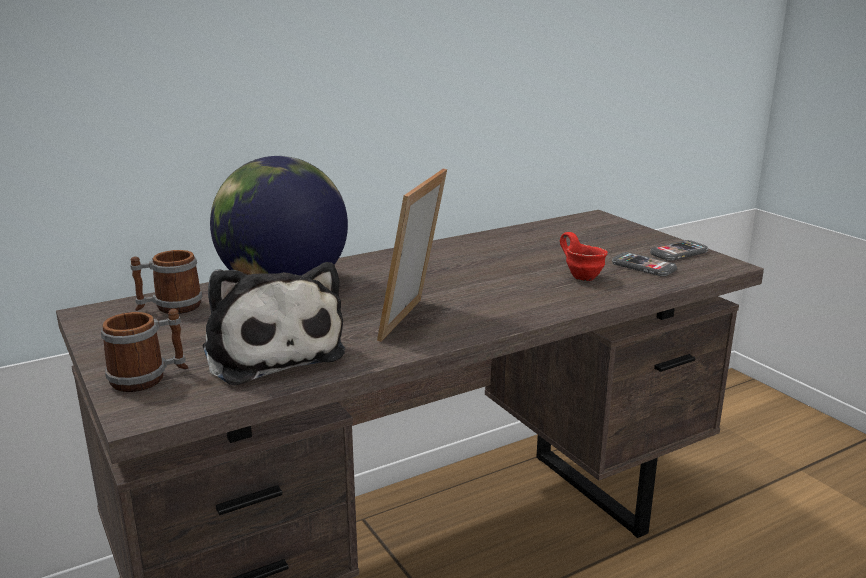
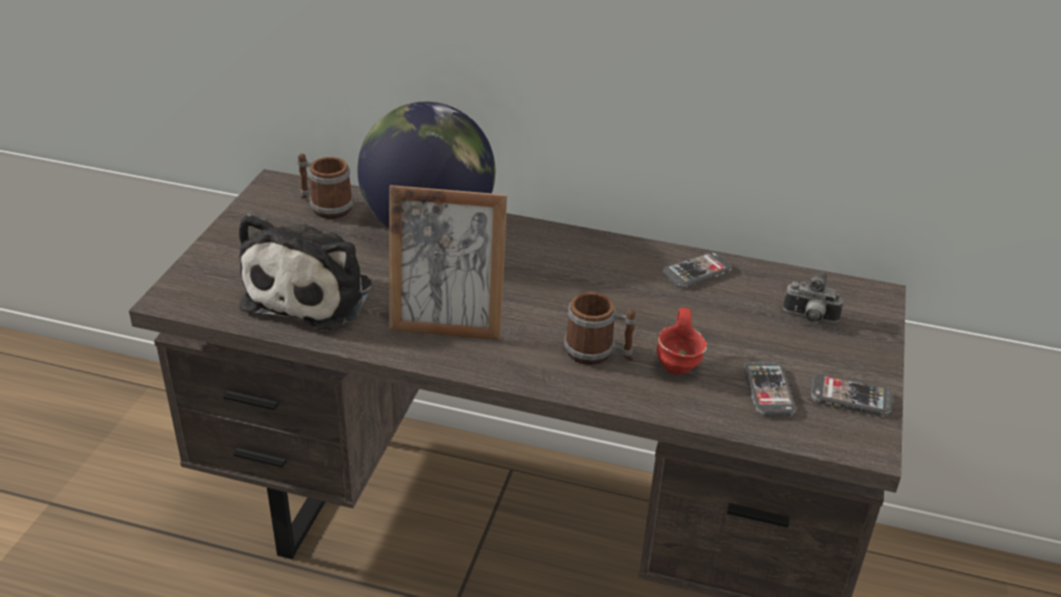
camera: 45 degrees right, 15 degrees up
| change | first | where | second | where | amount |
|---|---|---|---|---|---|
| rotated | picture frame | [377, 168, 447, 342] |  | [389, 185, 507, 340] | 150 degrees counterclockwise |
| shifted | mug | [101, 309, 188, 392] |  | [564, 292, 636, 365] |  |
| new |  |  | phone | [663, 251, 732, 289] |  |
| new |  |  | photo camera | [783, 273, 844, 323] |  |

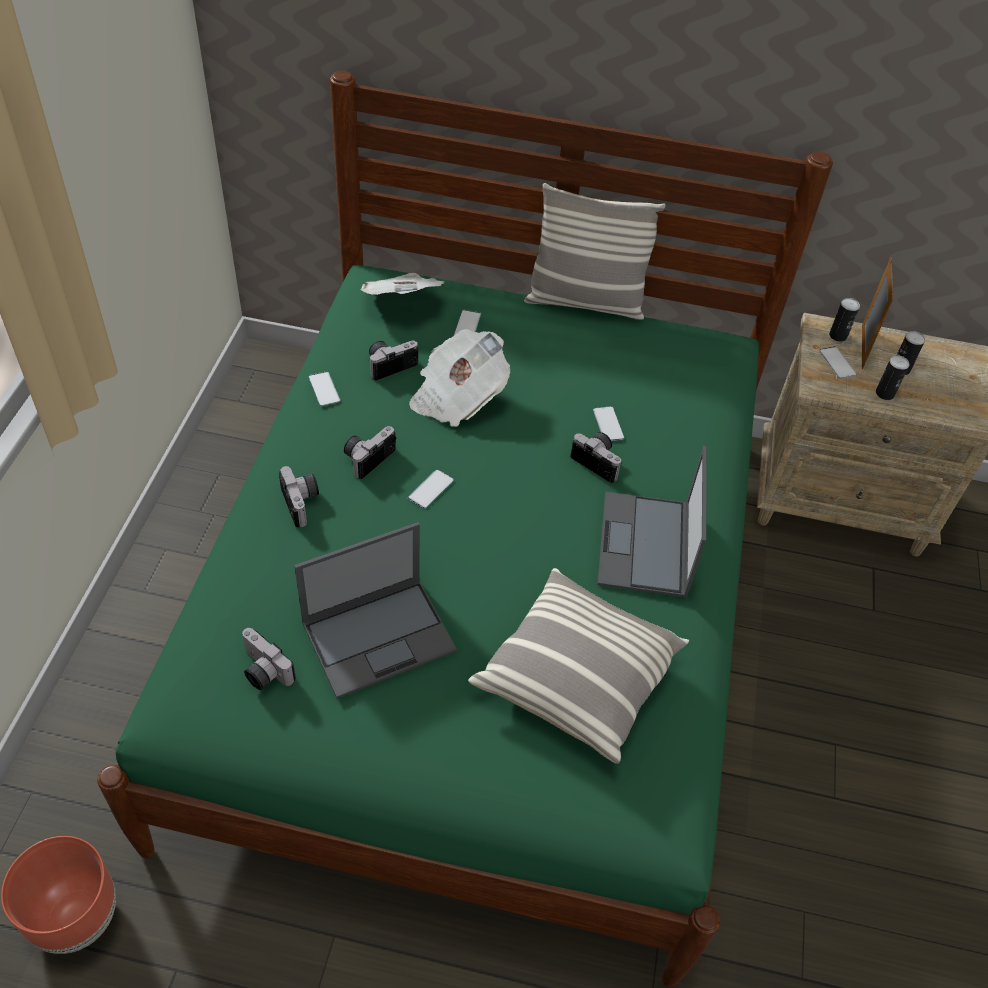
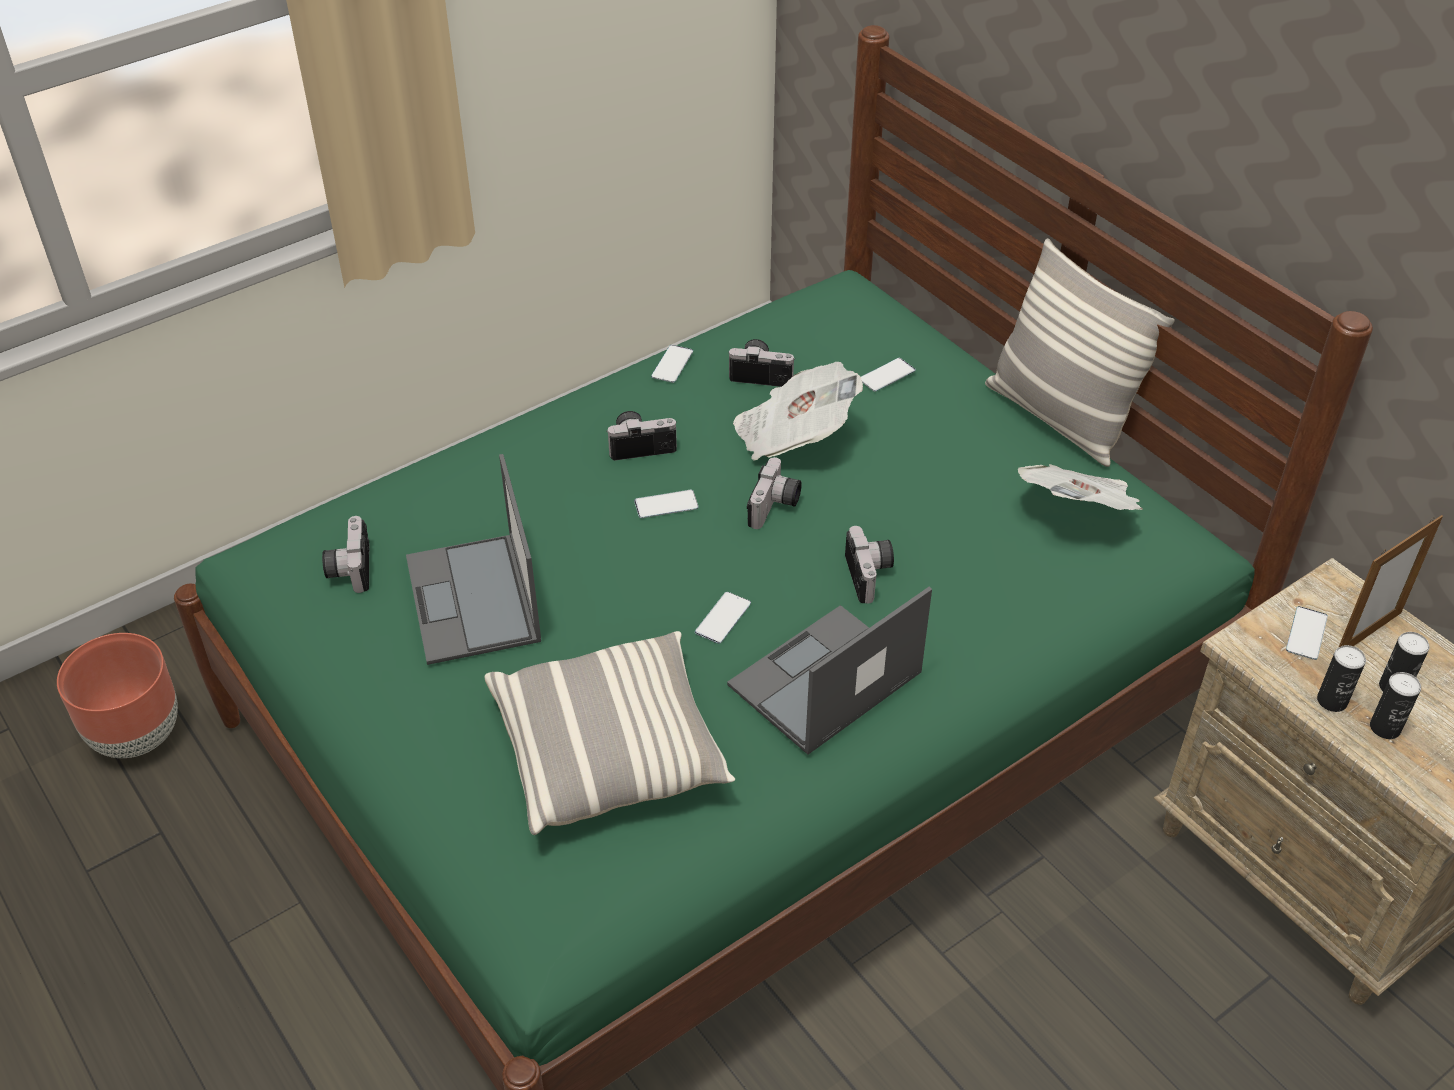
camera: 45 degrees right, 5 degrees down
| change | first | where | second | where | amount |
|---|---|---|---|---|---|
| shifted | newspaper | [361, 273, 445, 295] |  | [1018, 464, 1143, 510] |  |
| shifted | can | [829, 298, 860, 342] |  | [1370, 672, 1421, 739] |  |
| shifted | phone | [593, 406, 625, 441] |  | [695, 592, 751, 644] |  |
| shifted | photo camera | [279, 466, 319, 527] |  | [747, 457, 802, 529] |  |
| rotated | laptop | [294, 522, 457, 698] |  | [406, 454, 541, 665] | 60 degrees clockwise |

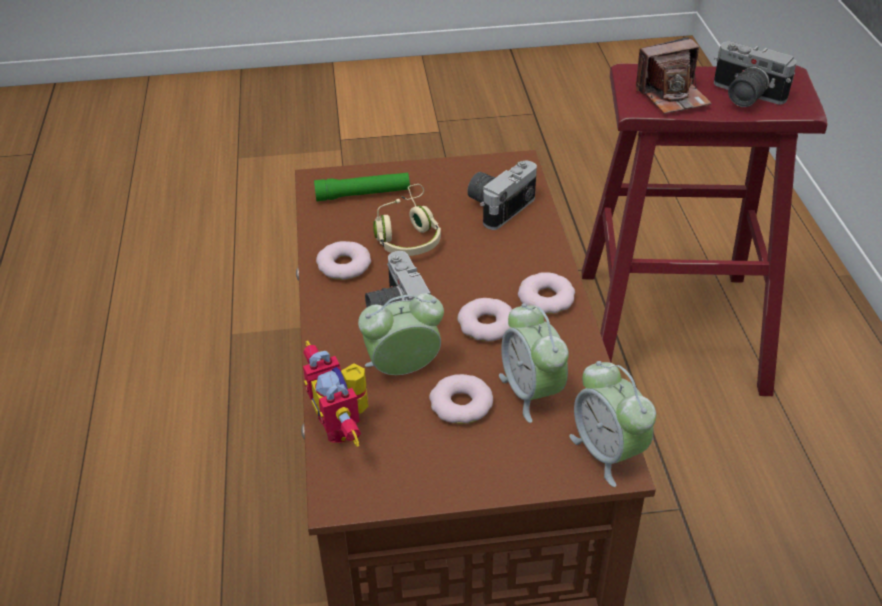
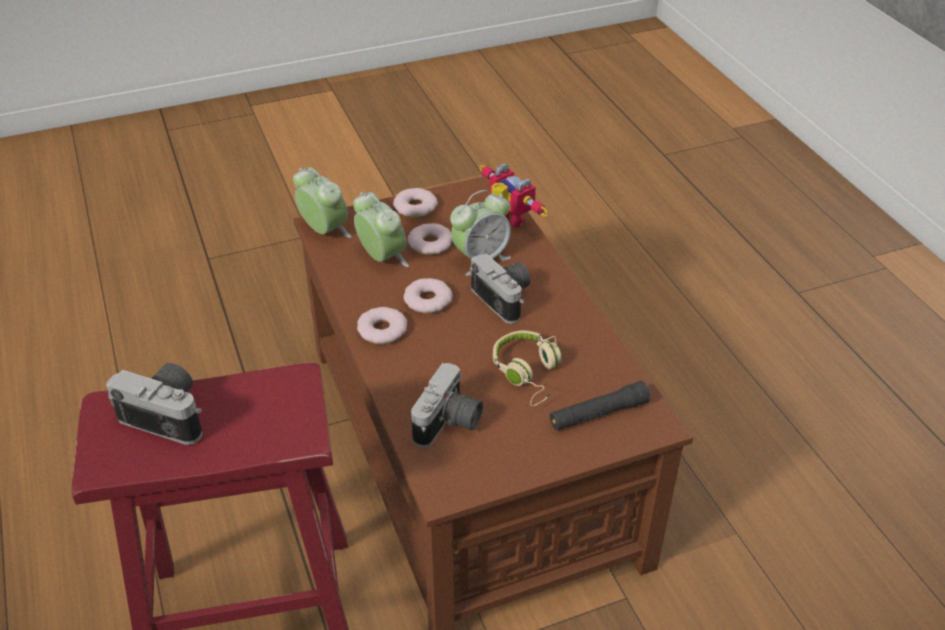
camera: 165 degrees right, 0 degrees up
| change | first | where | second | where | amount |
|---|---|---|---|---|---|
| gone | photo camera | [636, 37, 712, 114] |  |  |  |
| repainted | flashlight in green | [314, 173, 410, 201] | flashlight in black | [550, 381, 651, 431] |  |
| shifted | donut | [316, 241, 371, 280] |  | [393, 188, 438, 217] |  |

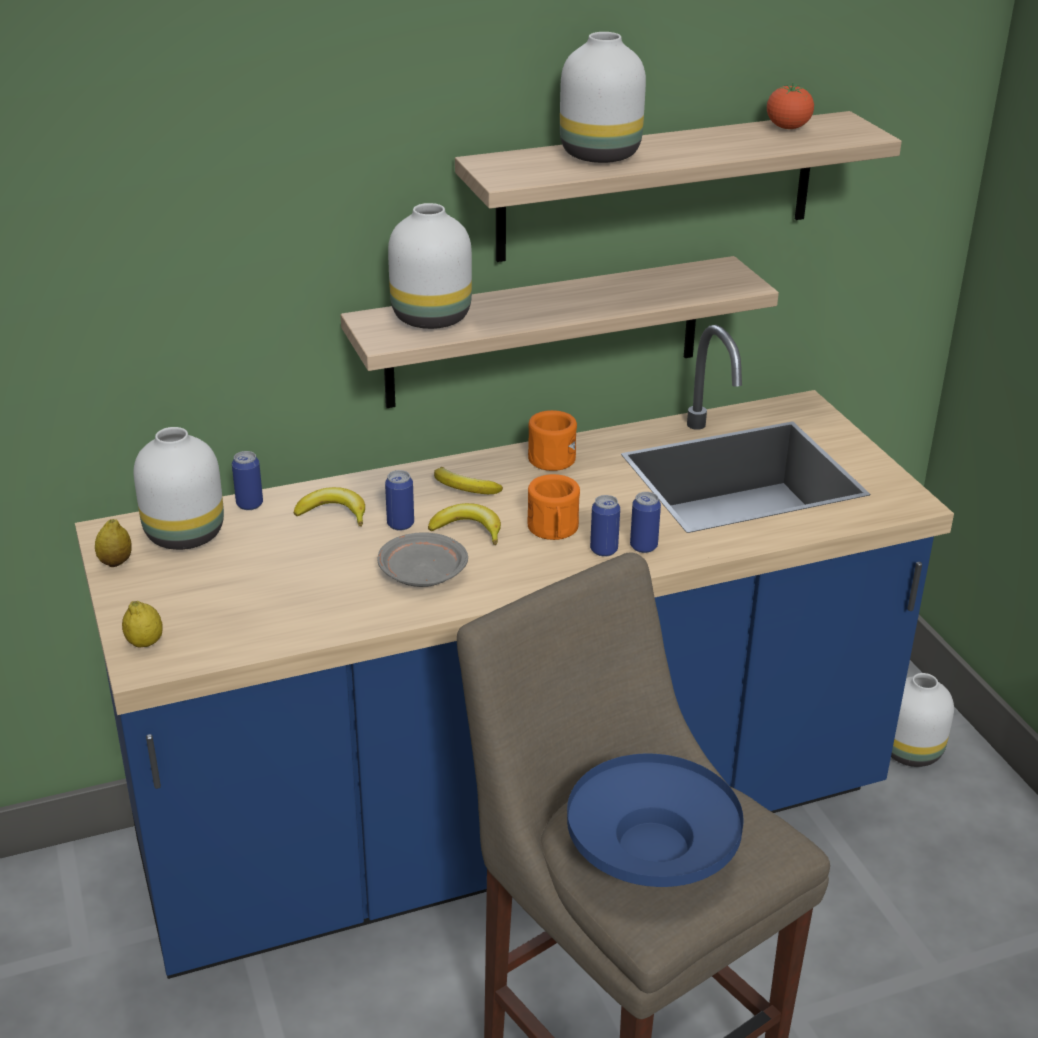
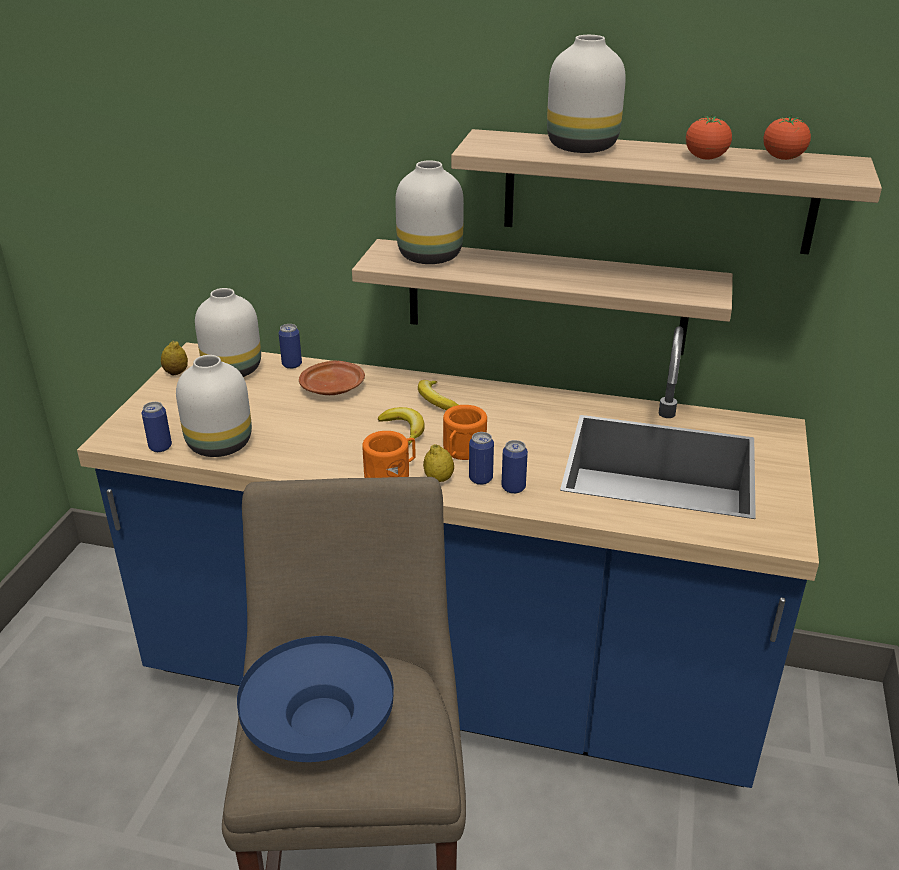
camera: 35 degrees right, 0 degrees up
| change | first | where | second | where | amount |
|---|---|---|---|---|---|
| shifted | mug in orange | [528, 410, 577, 471] |  | [362, 431, 416, 478] |  |
| shifted | can | [385, 470, 414, 531] |  | [142, 402, 172, 452] |  |
| swapped | banana | [294, 487, 365, 527] | plate in brown | [299, 360, 365, 395] |  |
| gone | plate in grey | [377, 533, 468, 587] |  |  |  |
| shifted | lemon | [122, 601, 163, 647] |  | [423, 444, 454, 482] |  |
| shifted | vase in white | [891, 673, 954, 767] |  | [176, 355, 252, 457] |  |
| new |  |  | tomato | [686, 114, 732, 160] |  |

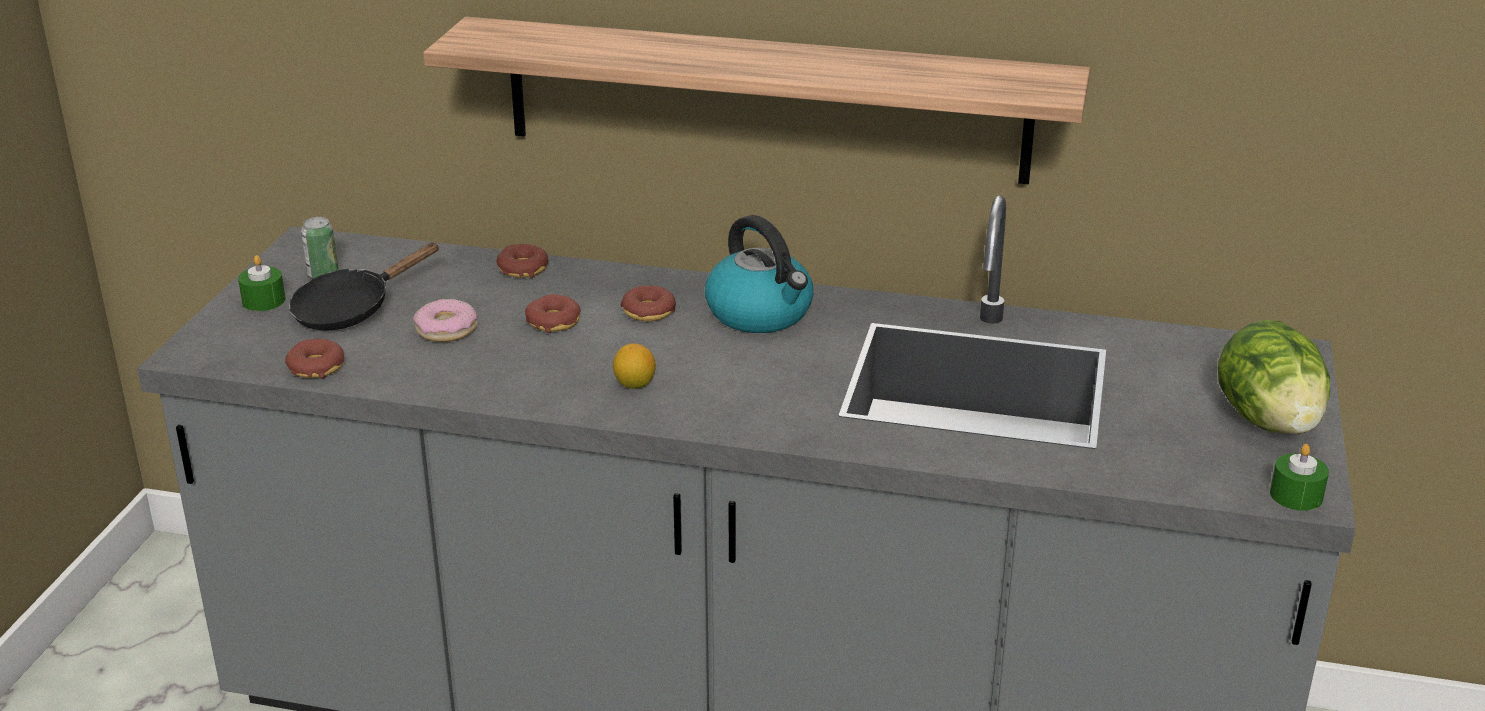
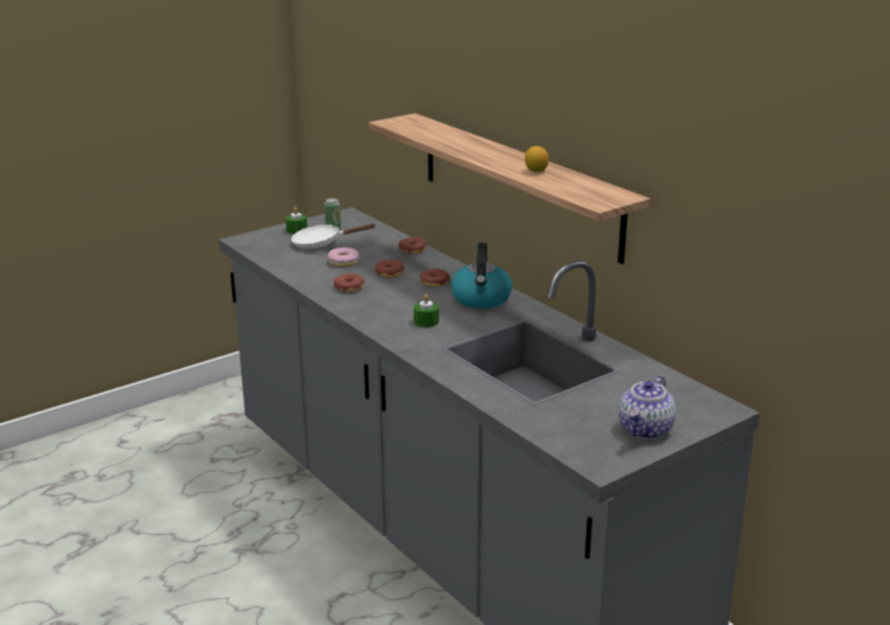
camera: 40 degrees right, 5 degrees down
| change | first | where | second | where | amount |
|---|---|---|---|---|---|
| repainted | frying pan in black | [289, 242, 440, 330] | frying pan in white | [291, 223, 376, 249] |  |
| swapped | lettuce | [1218, 320, 1330, 434] | teapot | [619, 375, 676, 439] |  |
| shifted | donut | [285, 339, 344, 379] |  | [334, 273, 364, 292] |  |
| shifted | lemon | [613, 343, 656, 389] |  | [525, 146, 549, 172] |  |
| shifted | candle in green | [1270, 444, 1329, 511] |  | [414, 294, 439, 327] |  |

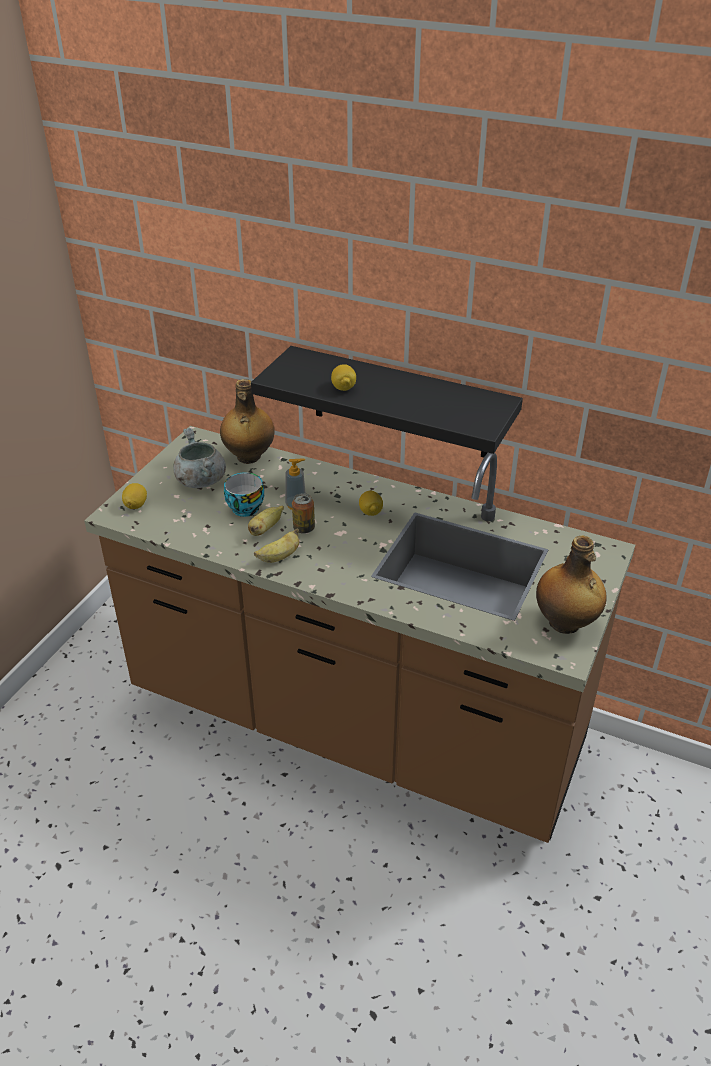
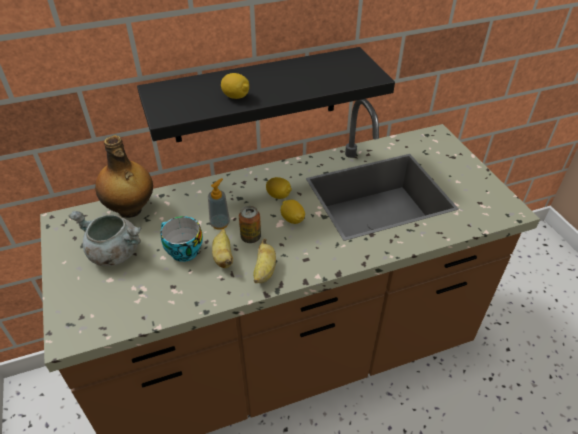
camera: 45 degrees left, 5 degrees up
| change | first | where | second | where | amount |
|---|---|---|---|---|---|
| shifted | lemon | [122, 483, 147, 509] |  | [281, 200, 305, 224] |  |
| gone | bottle | [536, 535, 607, 634] |  |  |  |

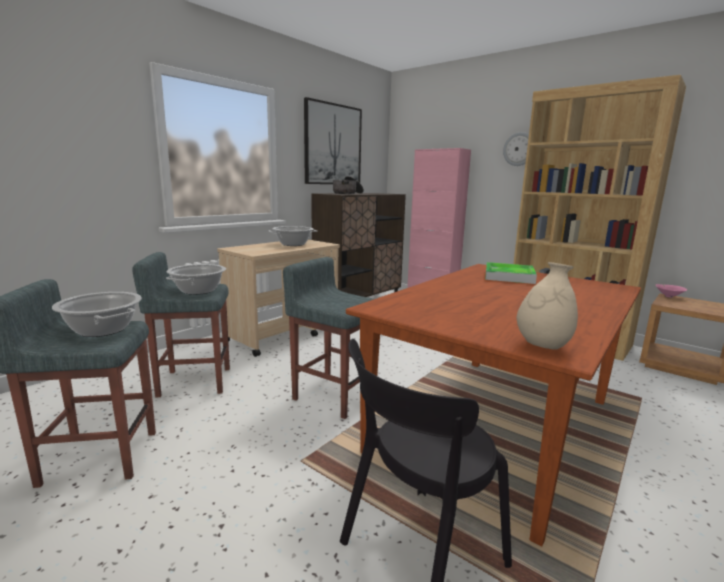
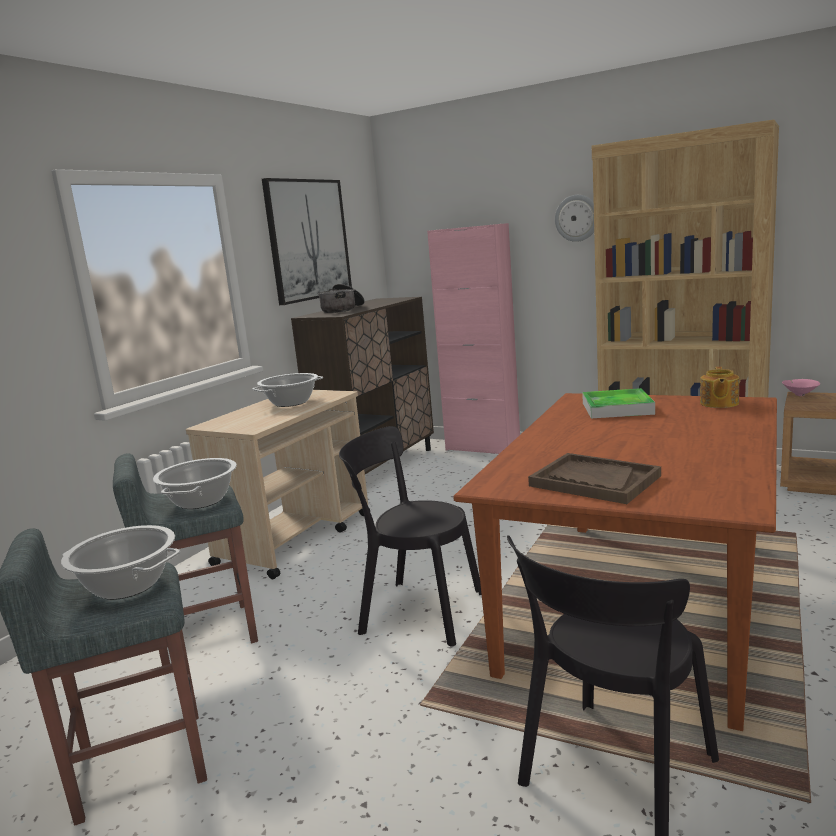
camera: 10 degrees left, 0 degrees up
| change | first | where | second | where | amount |
|---|---|---|---|---|---|
| swapped | stool in grey | [283, 257, 374, 419] | chair in black | [339, 426, 482, 647] |  |
| gone | vase in beige | [517, 262, 578, 350] |  |  |  |
| new |  |  | teapot | [700, 367, 739, 408] |  |
| new |  |  | tray in brown | [528, 453, 661, 504] |  |

